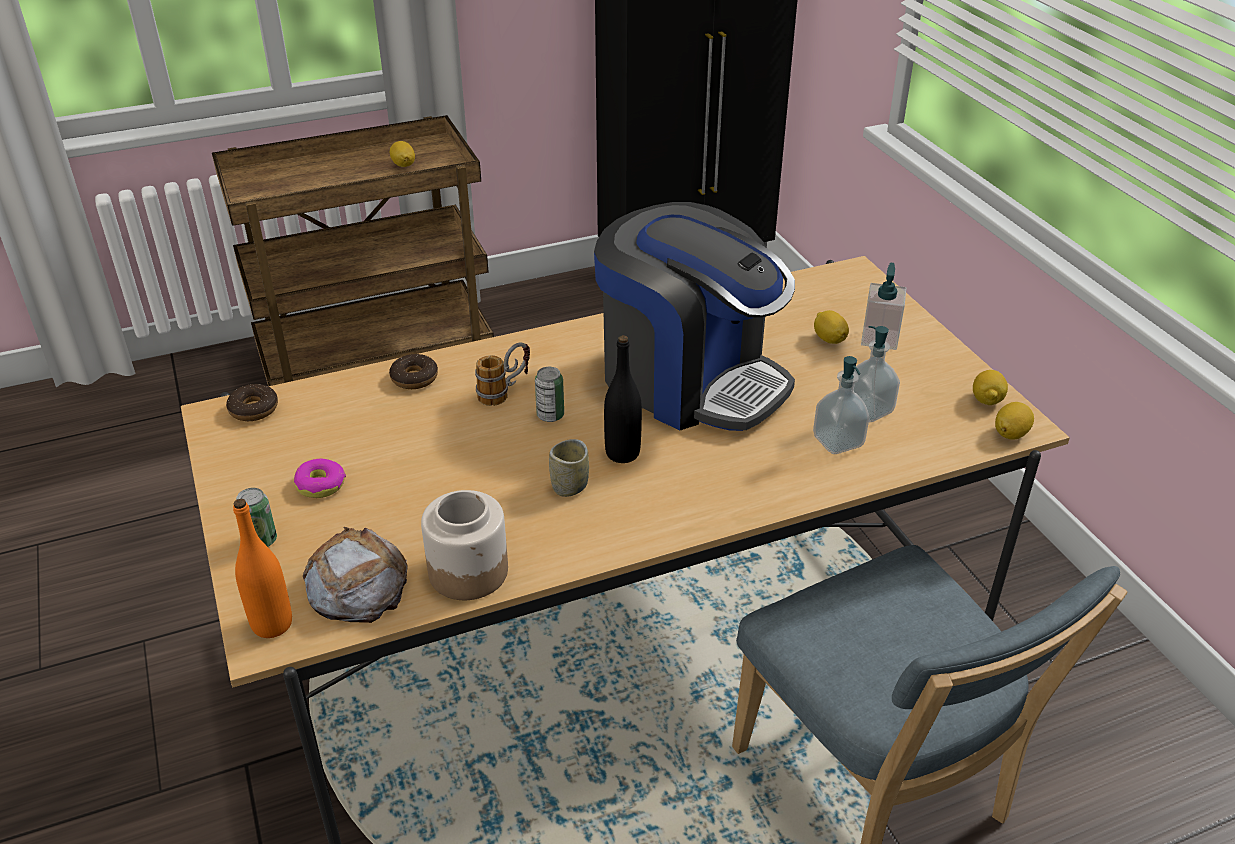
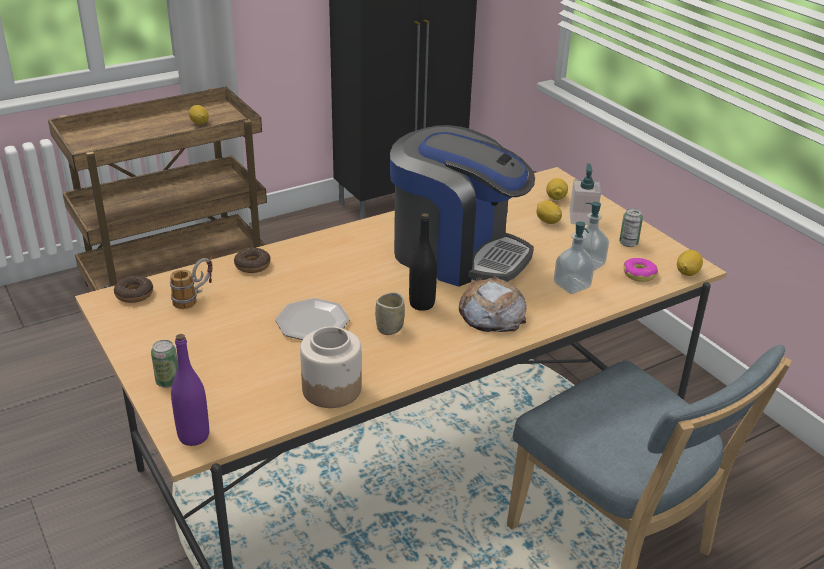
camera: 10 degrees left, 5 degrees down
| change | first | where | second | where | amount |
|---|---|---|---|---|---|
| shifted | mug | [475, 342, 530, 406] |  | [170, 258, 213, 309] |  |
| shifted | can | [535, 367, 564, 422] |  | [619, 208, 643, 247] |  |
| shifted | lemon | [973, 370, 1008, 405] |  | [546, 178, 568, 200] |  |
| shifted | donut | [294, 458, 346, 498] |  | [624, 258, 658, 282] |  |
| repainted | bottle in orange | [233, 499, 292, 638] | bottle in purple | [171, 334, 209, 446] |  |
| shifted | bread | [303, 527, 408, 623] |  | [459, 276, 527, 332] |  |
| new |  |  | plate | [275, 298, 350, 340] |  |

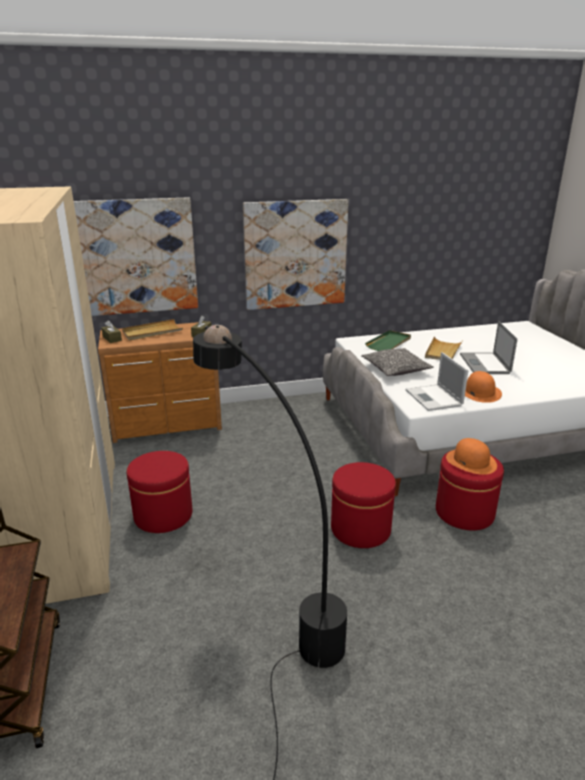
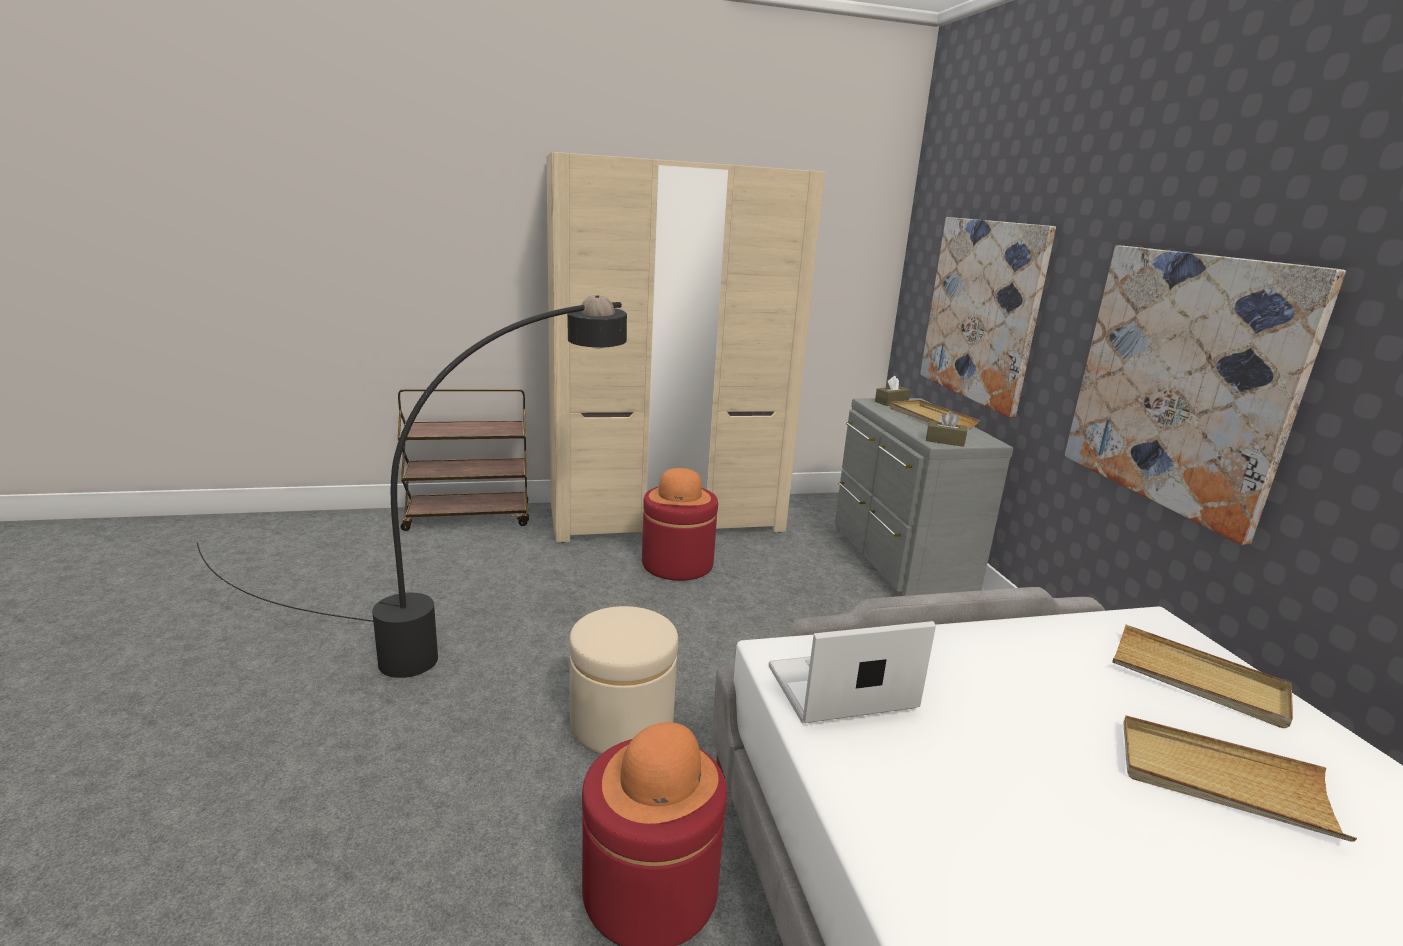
camera: 90 degrees right, 5 degrees down
| change | first | where | second | where | amount |
|---|---|---|---|---|---|
| repainted | dresser in brown | [98, 321, 222, 443] | dresser in grey | [835, 398, 1013, 596] |  |
| gone | laptop | [460, 321, 517, 374] |  |  |  |
| repainted | tray in green | [365, 330, 411, 351] | tray in beige | [1112, 625, 1293, 728] |  |
| gone | pillow | [362, 348, 434, 376] |  |  |  |
| shifted | hat in orange | [465, 371, 502, 403] |  | [649, 468, 711, 505] |  |
| repainted | ottoman in red | [331, 462, 396, 548] | ottoman in beige | [569, 606, 678, 754] |  |

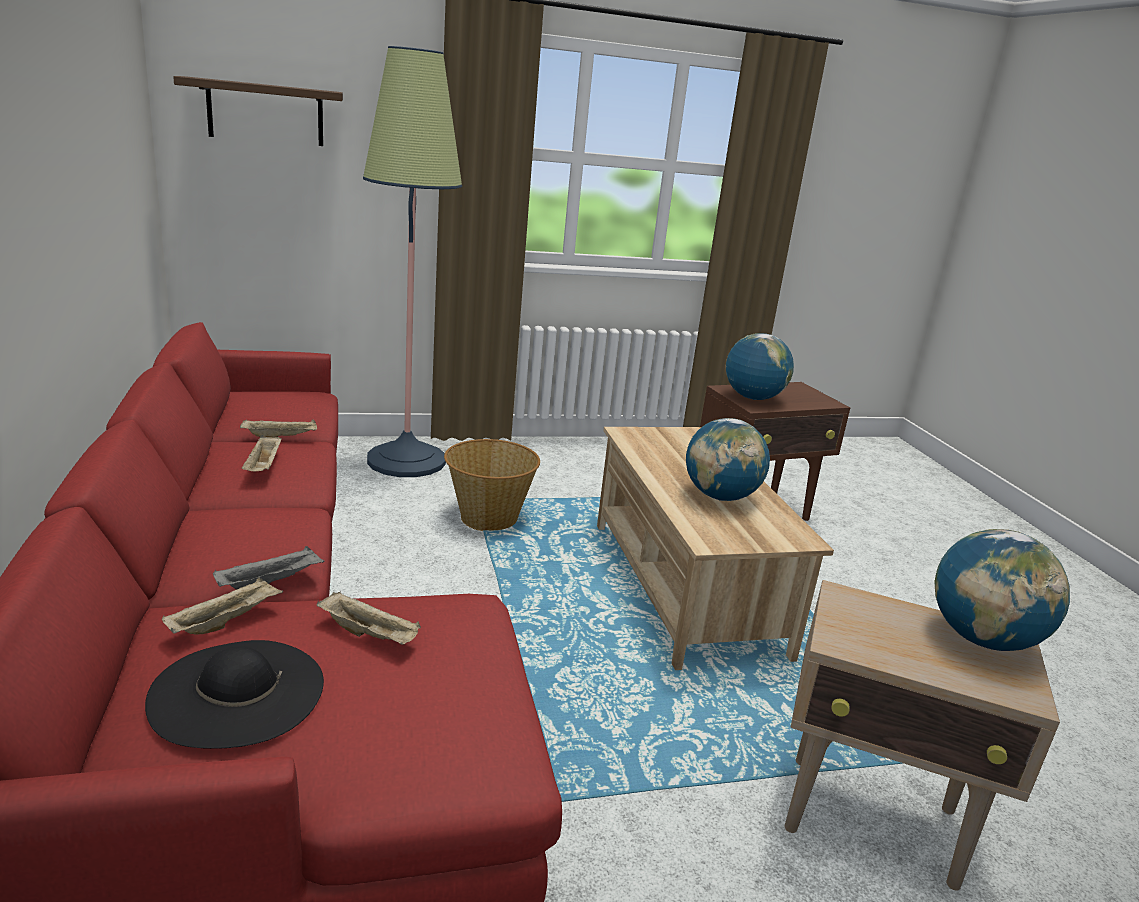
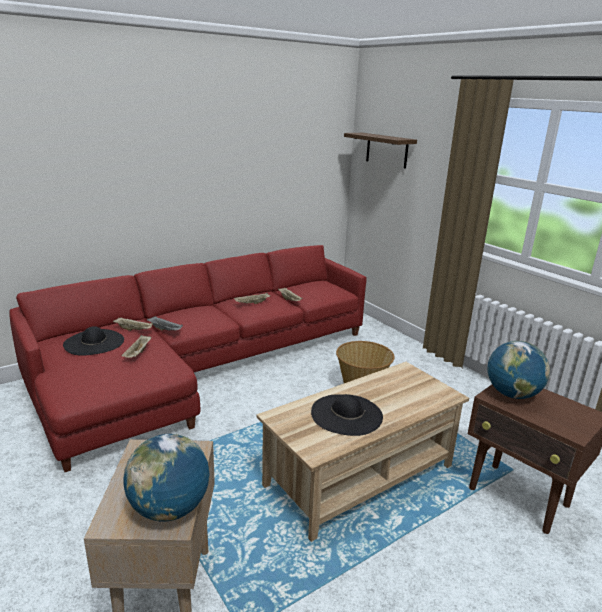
camera: 70 degrees right, 0 degrees up
| change | first | where | second | where | amount |
|---|---|---|---|---|---|
| gone | floor lamp | [363, 46, 462, 477] |  |  |  |
| swapped | globe | [686, 418, 770, 501] | hat in black | [311, 394, 383, 436] |  |

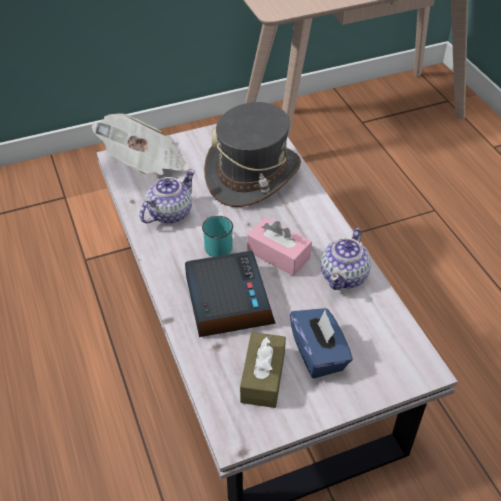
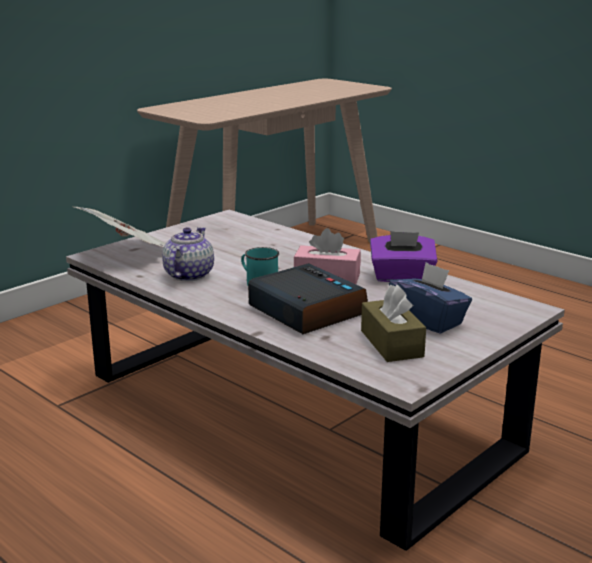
camera: 25 degrees left, 25 degrees down
| change | first | where | second | where | amount |
|---|---|---|---|---|---|
| gone | hat in grey | [204, 102, 301, 207] |  |  |  |
| swapped | teapot | [321, 228, 371, 290] | tissue box in purple | [370, 231, 437, 282] |  |

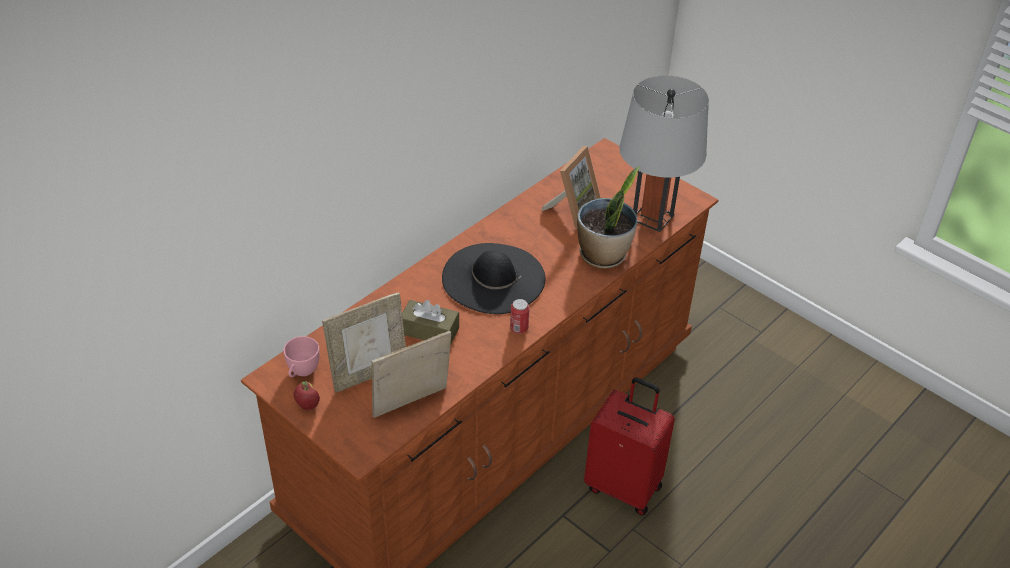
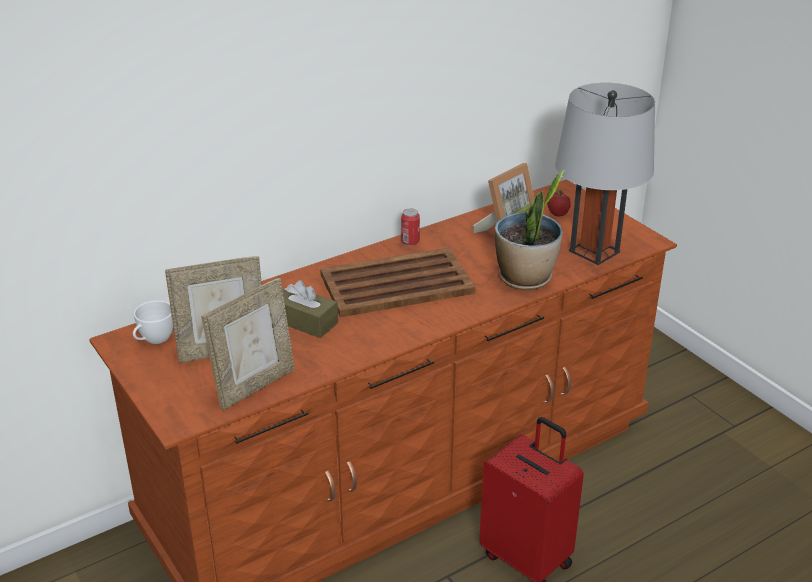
camera: 15 degrees right, 10 degrees down
| change | first | where | second | where | amount |
|---|---|---|---|---|---|
| swapped | hat in black | [442, 243, 545, 314] | tray in brown | [320, 248, 476, 317] |  |
| shifted | can | [510, 299, 530, 334] |  | [401, 209, 420, 246] |  |
| rotated | picture frame | [372, 331, 451, 418] |  | [201, 278, 295, 410] | 150 degrees clockwise |
| repainted | cup in pink | [283, 336, 320, 377] | cup in white | [133, 300, 173, 344] |  |
| shifted | apple | [293, 381, 320, 410] |  | [547, 189, 571, 217] |  |

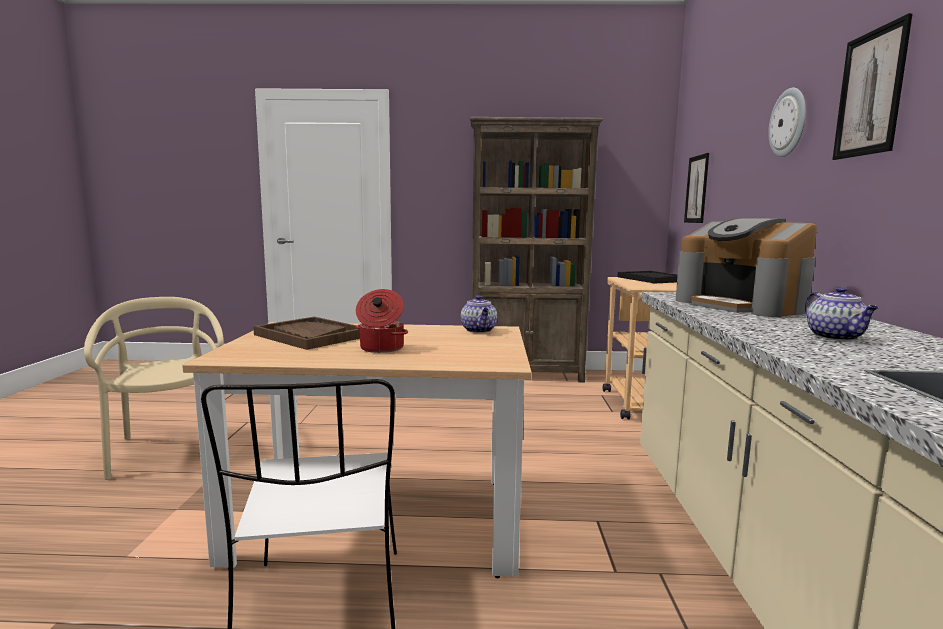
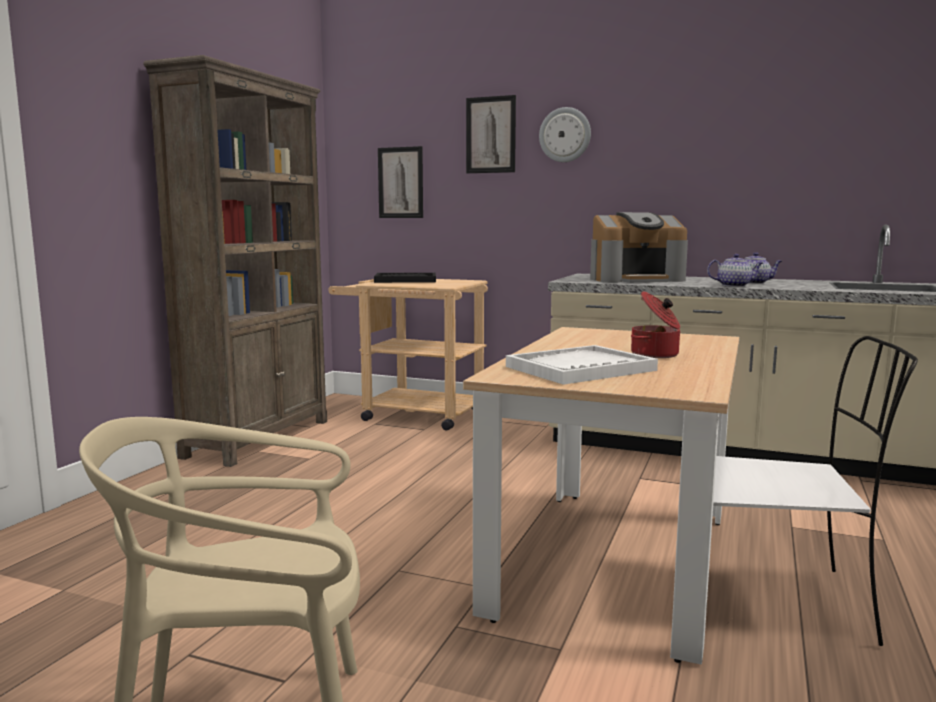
camera: 70 degrees left, 0 degrees up
| change | first | where | second | where | amount |
|---|---|---|---|---|---|
| shifted | picture | [832, 13, 913, 160] |  | [466, 95, 516, 173] |  |
| shifted | teapot | [461, 295, 497, 333] |  | [707, 254, 763, 287] |  |
| repainted | tray in brown | [253, 317, 360, 350] | tray in white | [506, 345, 658, 385] |  |

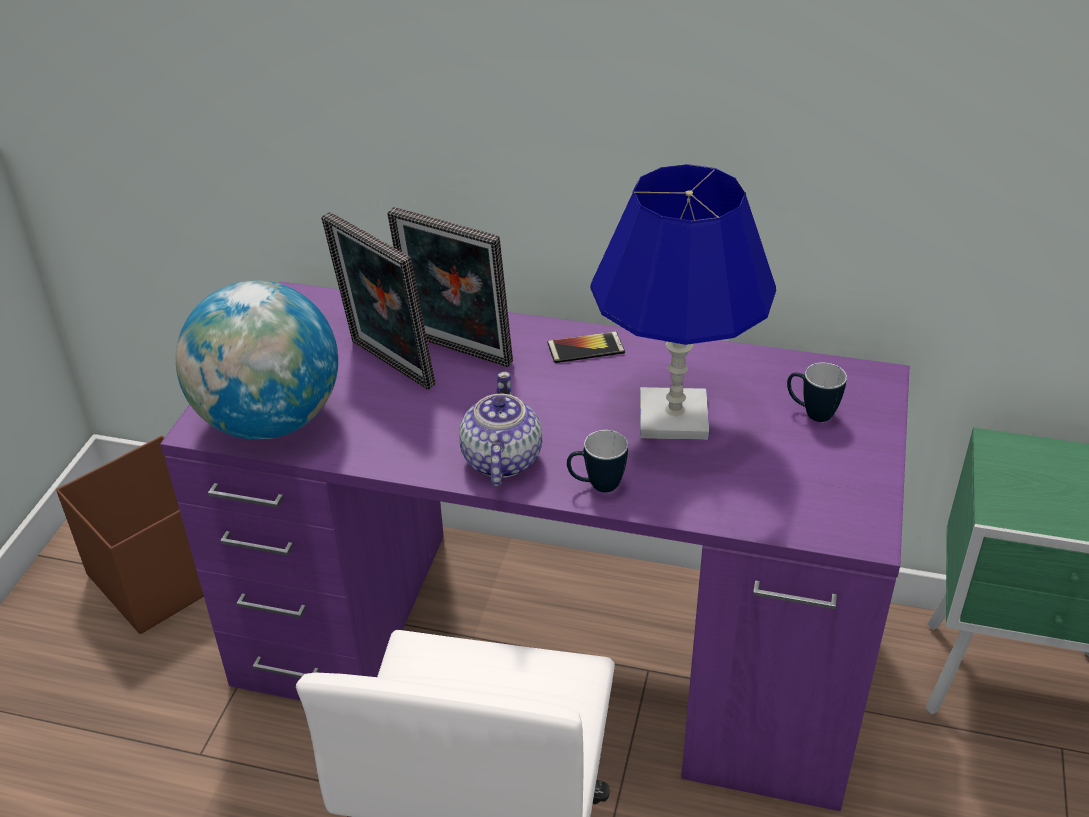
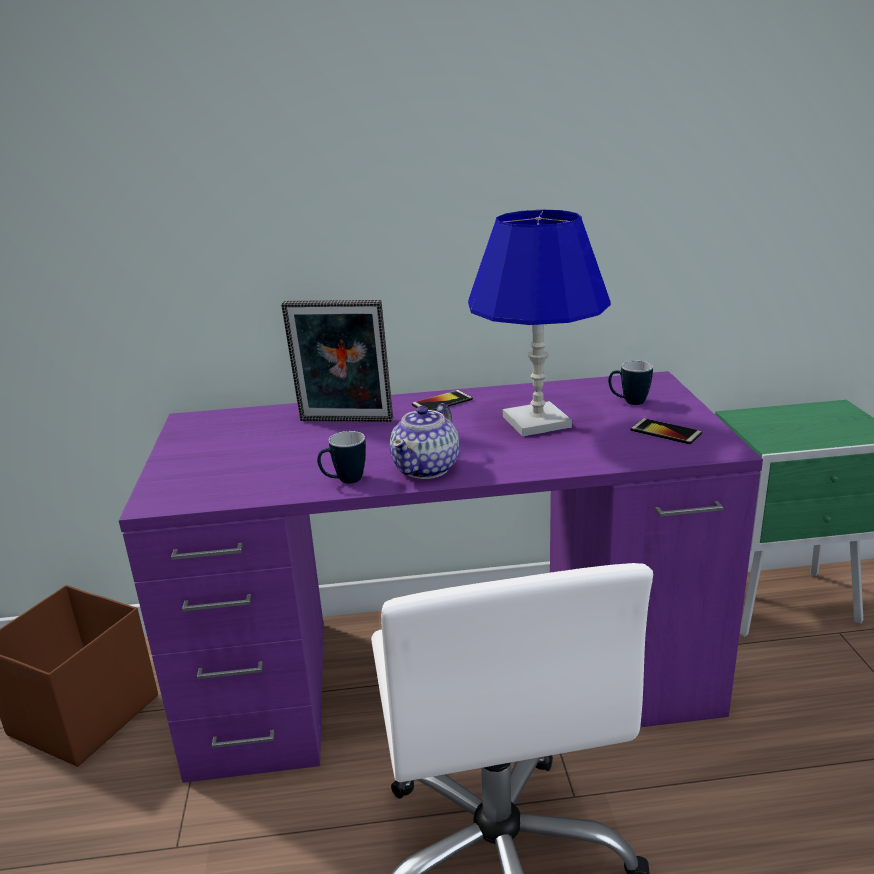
camera: 20 degrees left, 15 degrees down
| change | first | where | second | where | amount |
|---|---|---|---|---|---|
| gone | picture frame | [321, 212, 436, 390] |  |  |  |
| gone | globe | [176, 280, 338, 440] |  |  |  |
| rotated | teapot | [459, 372, 542, 486] |  | [390, 403, 459, 479] | 135 degrees counterclockwise |
| shifted | mug | [567, 430, 628, 493] |  | [317, 431, 366, 484] |  |
| new |  |  | phone | [630, 418, 702, 445] |  |

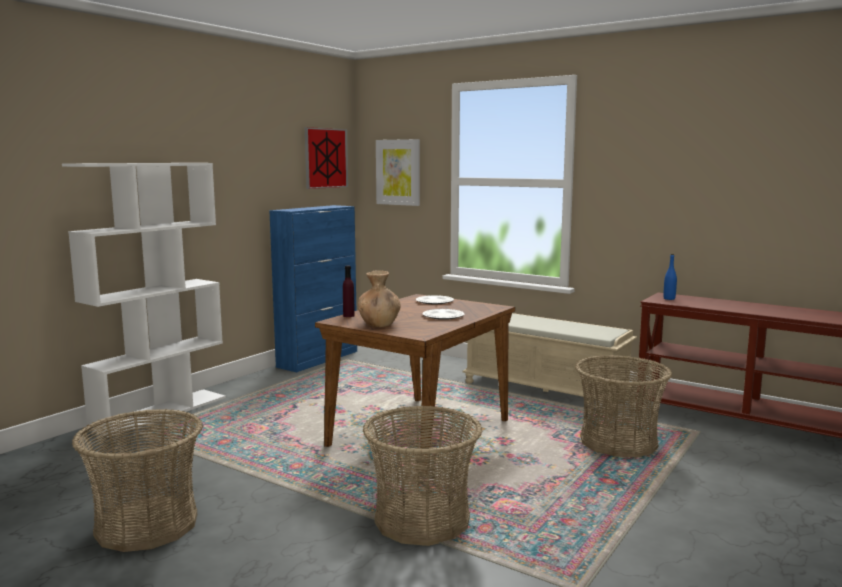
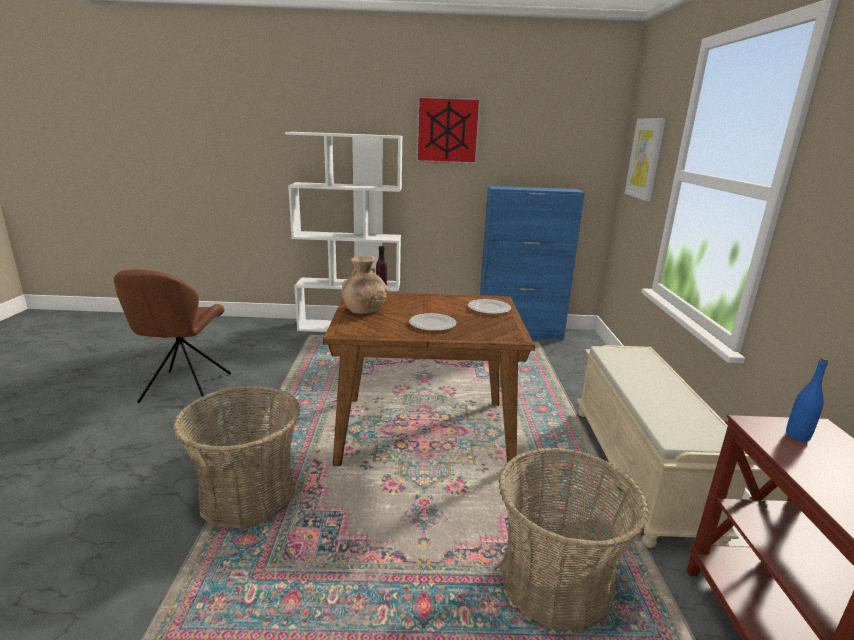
camera: 55 degrees right, 10 degrees up
| change | first | where | second | where | amount |
|---|---|---|---|---|---|
| shifted | picture | [305, 127, 348, 189] |  | [416, 96, 481, 164] |  |
| swapped | basket | [72, 409, 203, 552] | chair in brown | [114, 269, 231, 403] |  |

